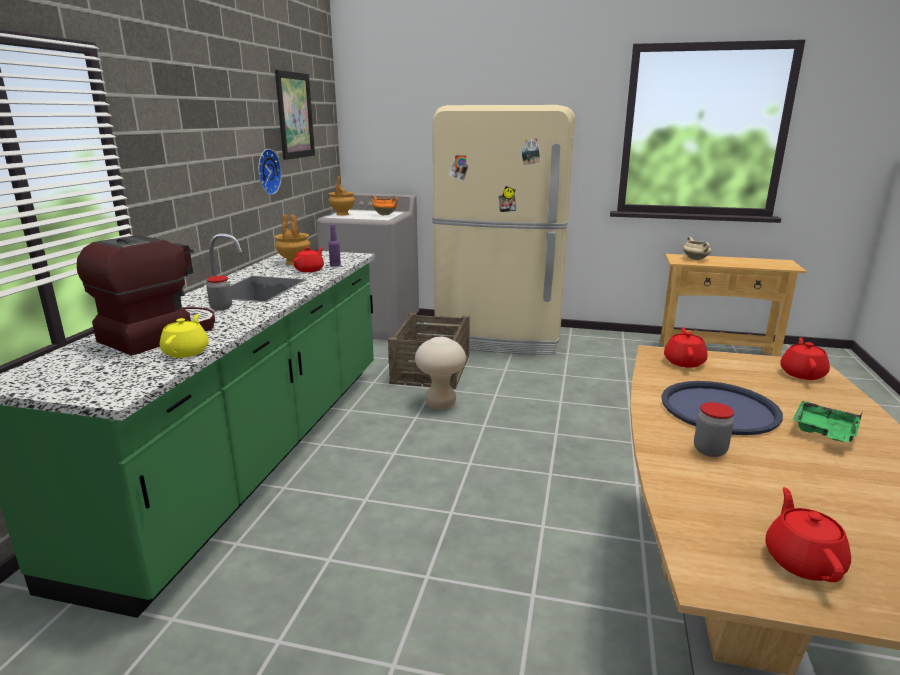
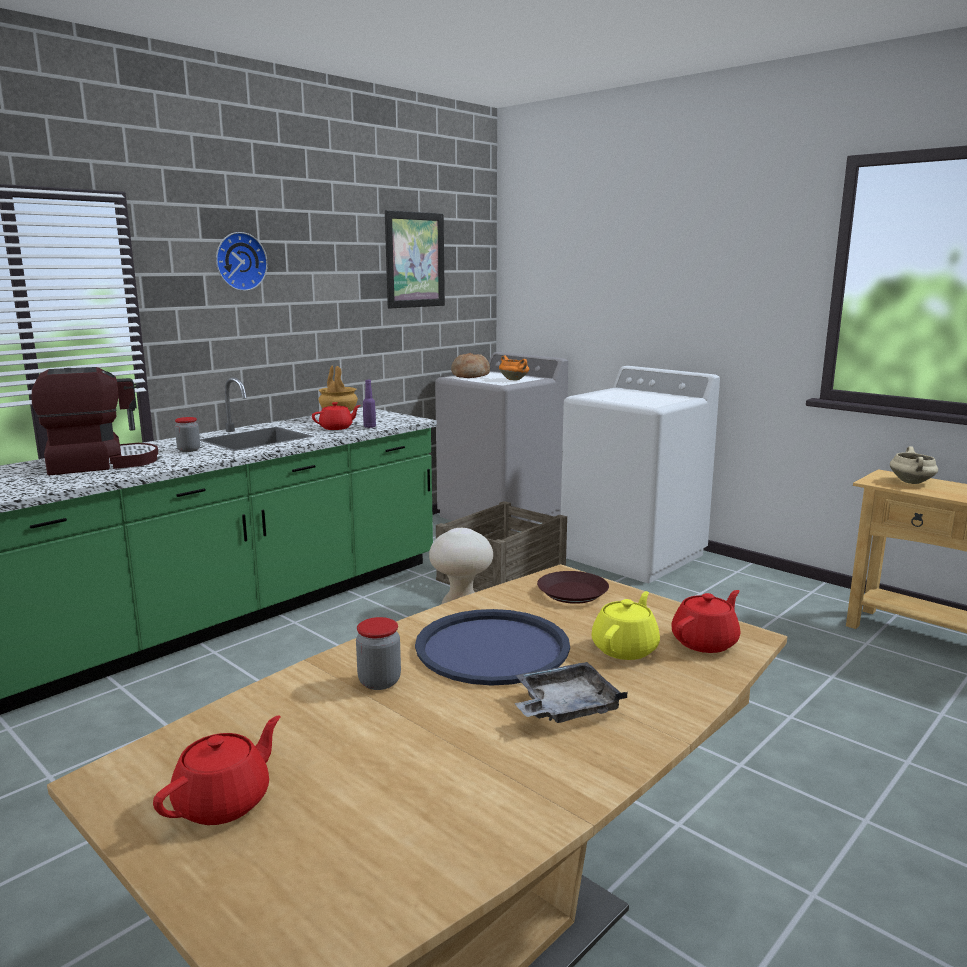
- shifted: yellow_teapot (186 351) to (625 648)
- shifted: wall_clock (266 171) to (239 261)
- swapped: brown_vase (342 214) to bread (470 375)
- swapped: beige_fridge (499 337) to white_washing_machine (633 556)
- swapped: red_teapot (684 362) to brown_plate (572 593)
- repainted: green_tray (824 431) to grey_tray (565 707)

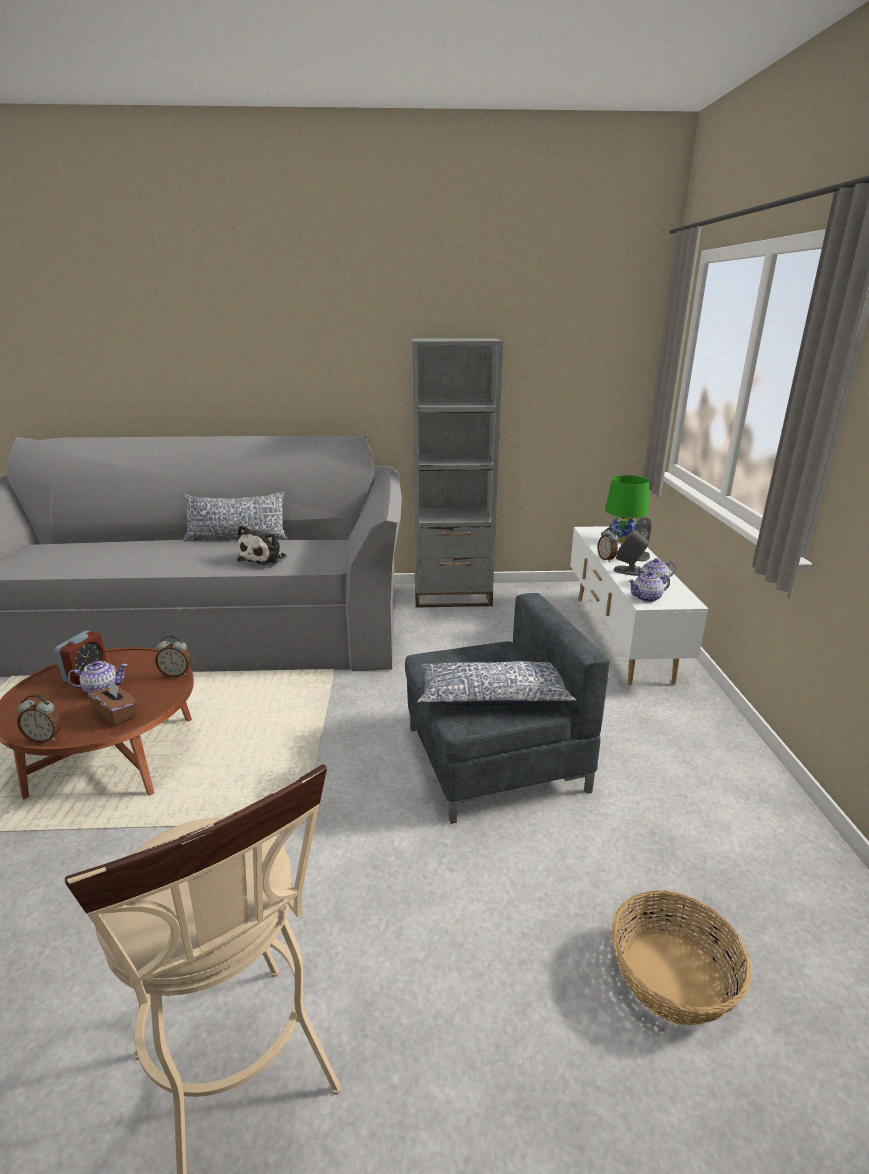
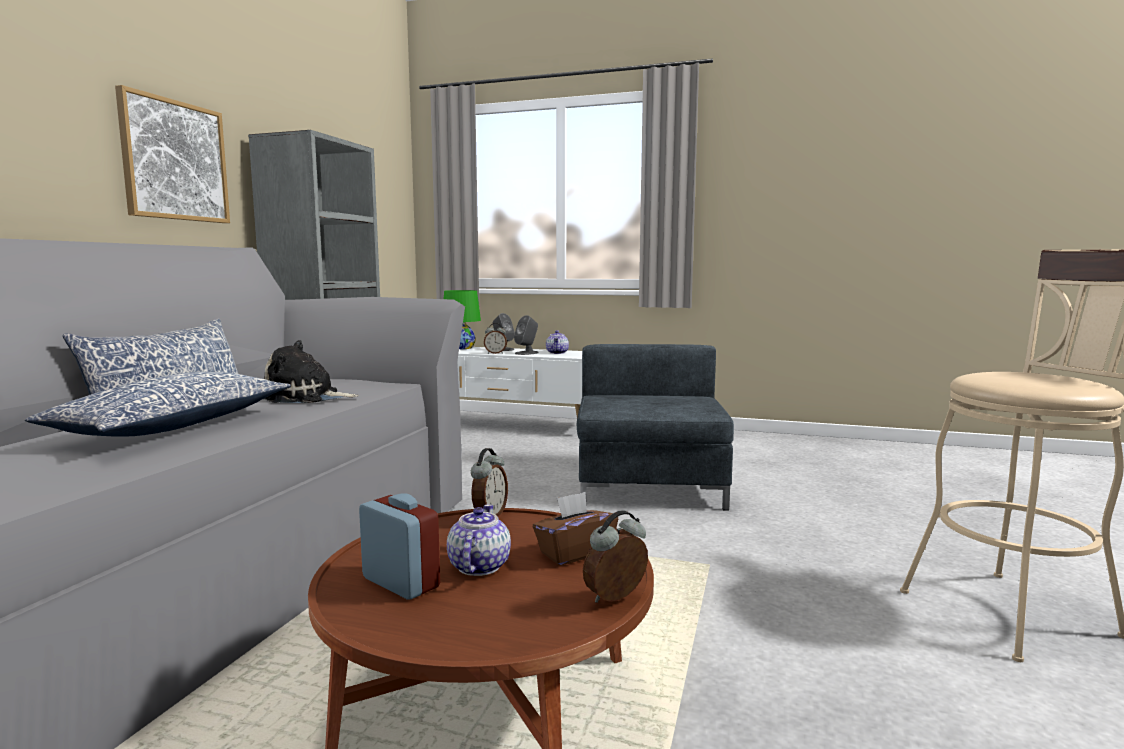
- gone: basket (672 976)
- gone: teapot (647 598)
- new: picture (174 161)
- shifted: pillow (492 696) to (174 426)
- rotated: alarm_clock (45 738) = (617 598) 150 degrees counterclockwise
- rotated: plush_toy (265 558) = (306 397) 135 degrees clockwise

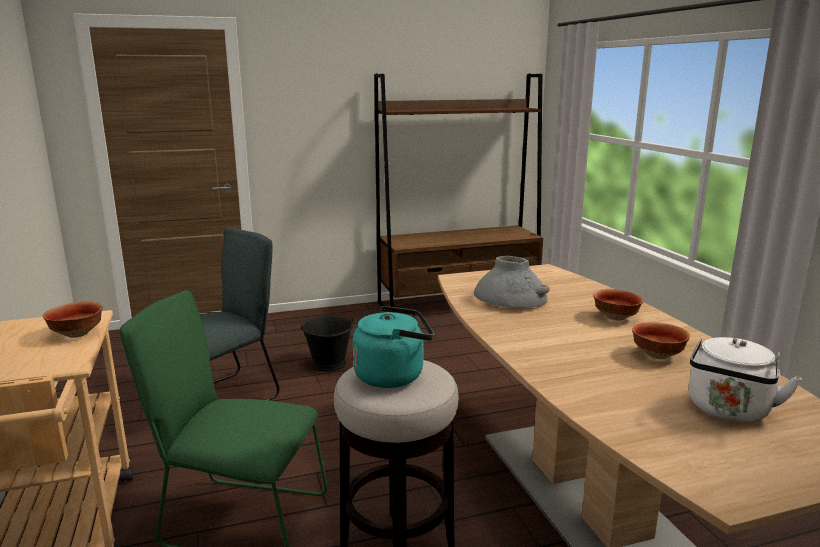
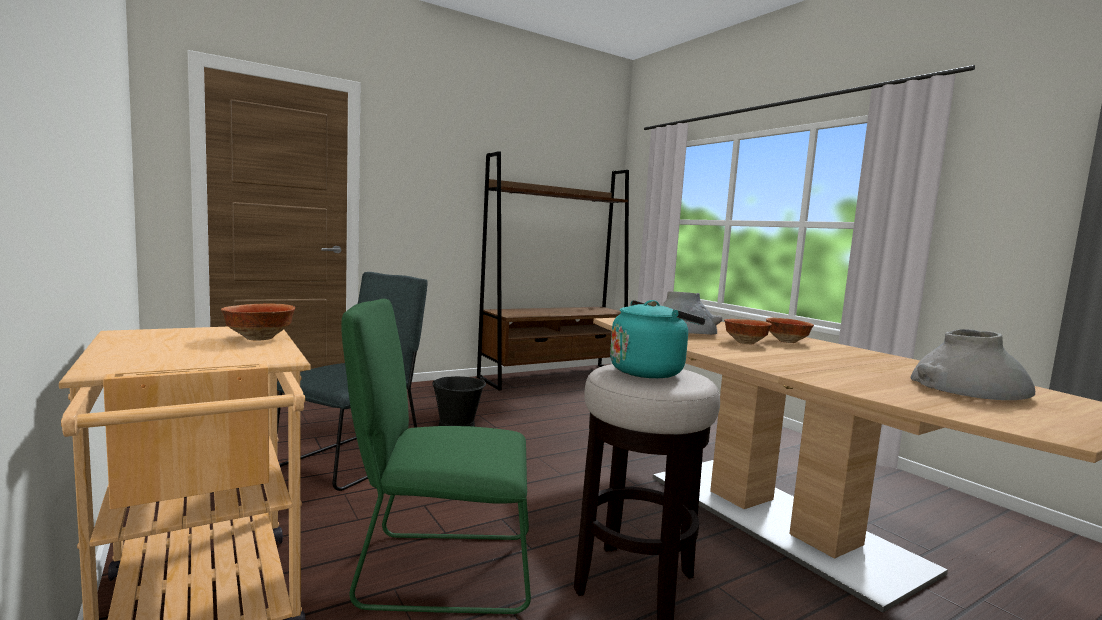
- shifted: bowl (656 355) to (744 342)
- swapped: white_kettle (728 411) to grey_vase (968 389)

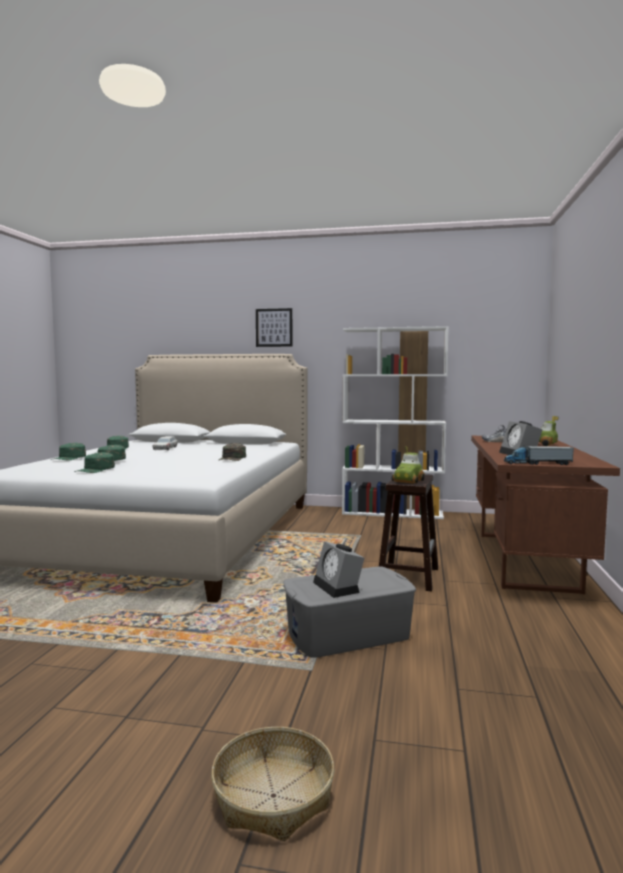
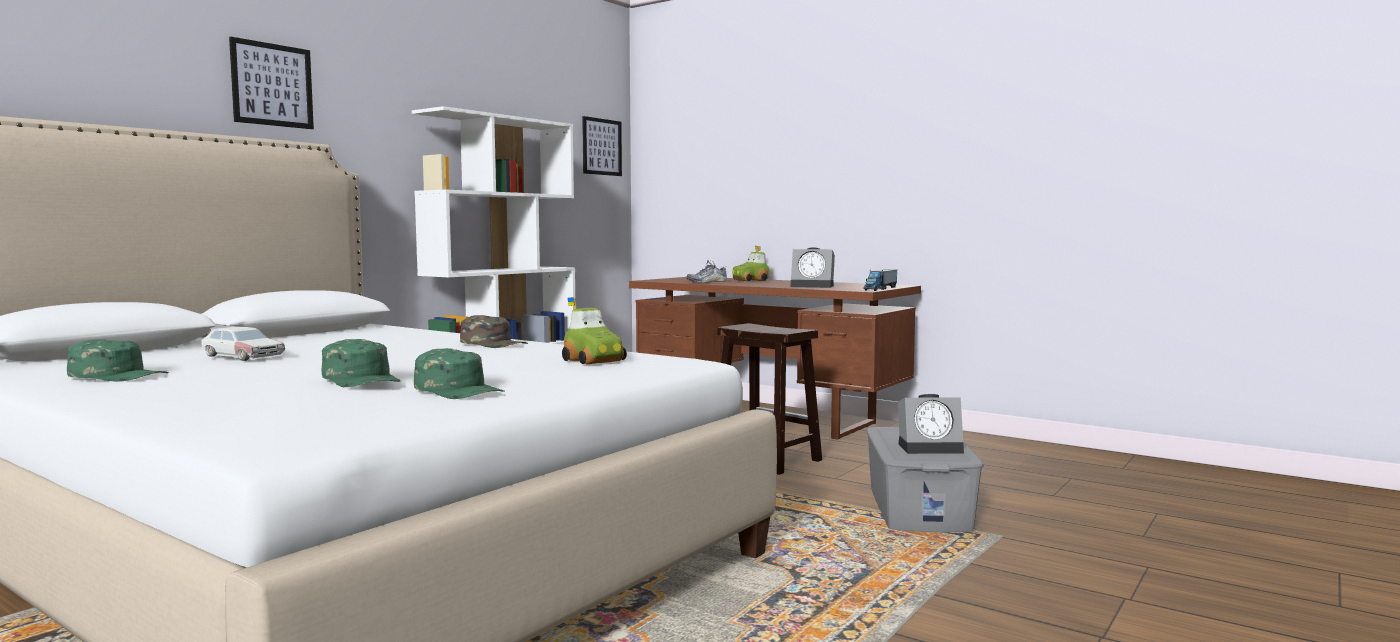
- gone: green_cap (69 458)
- gone: basket (273 796)
- new: picture (601 147)
- shifted: toy_car (408 481) to (595 360)

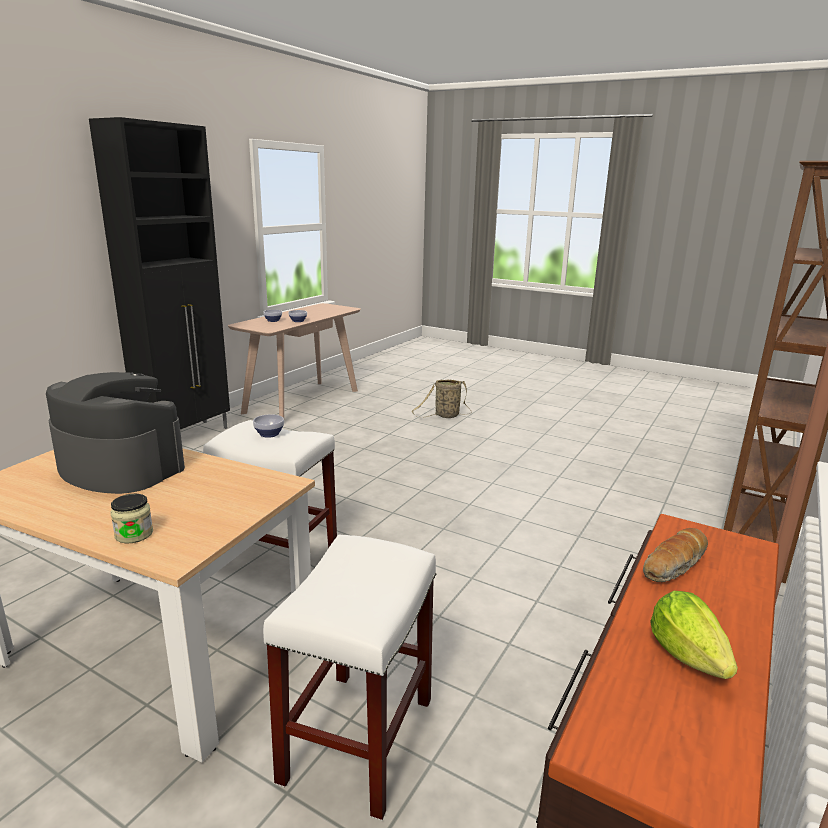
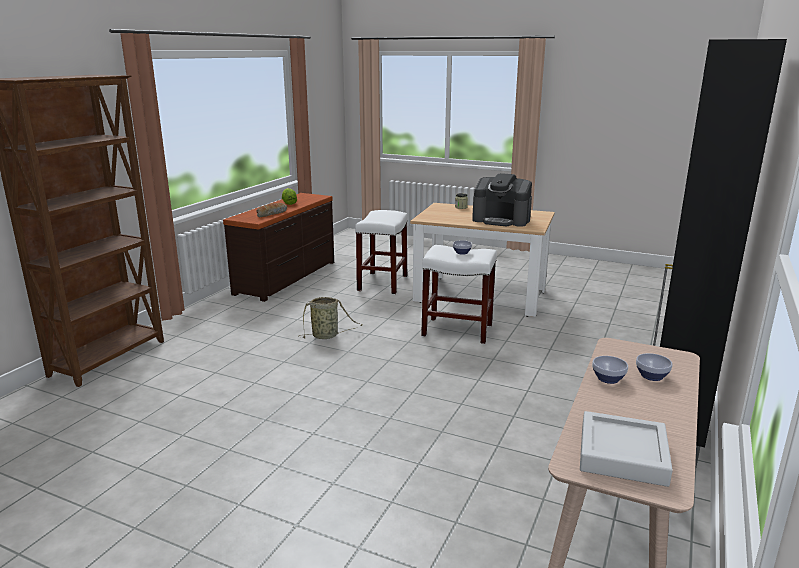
- new: grey_tray (622 454)
- shifted: basket (445 416) to (327 336)

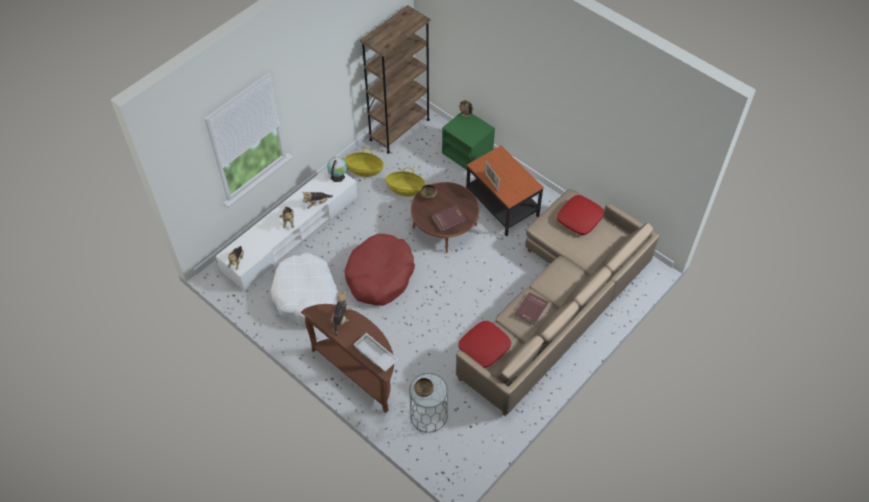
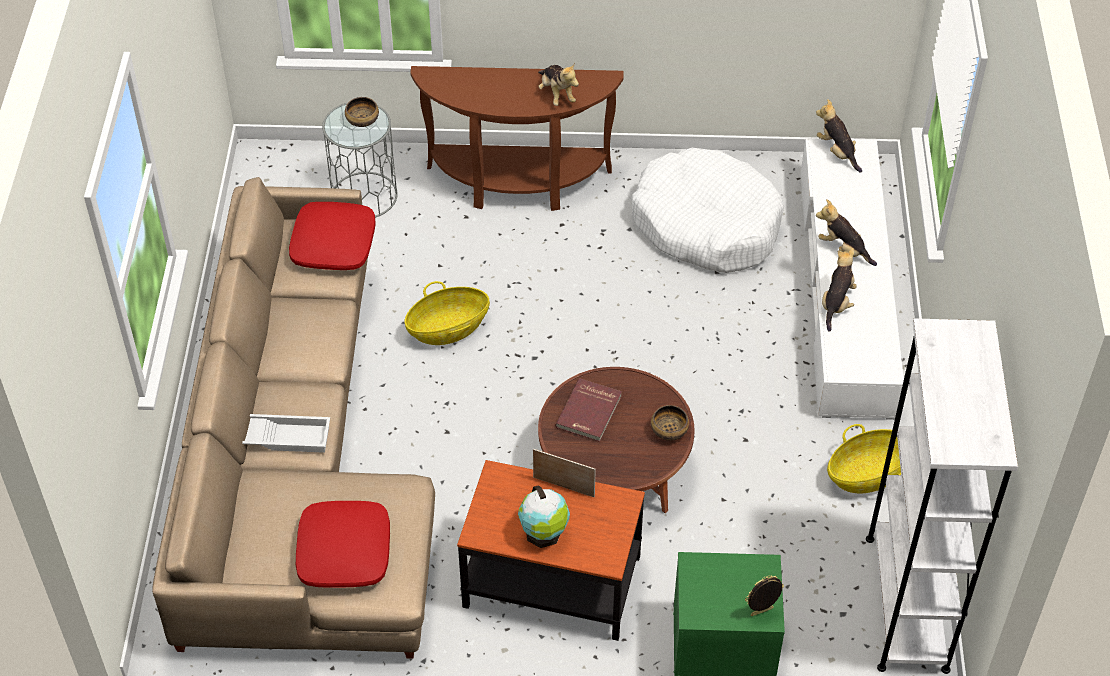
- gone: red_dog_bed (380 275)
- gone: red_book (532 309)
- shifted: globe (338 176) to (544 534)
- shifted: white_tray (375 355) to (285 436)
- shifted: basket (405 189) to (448 328)
- repainted: brown_bookcase (399 129) to white_bookcase (906 602)

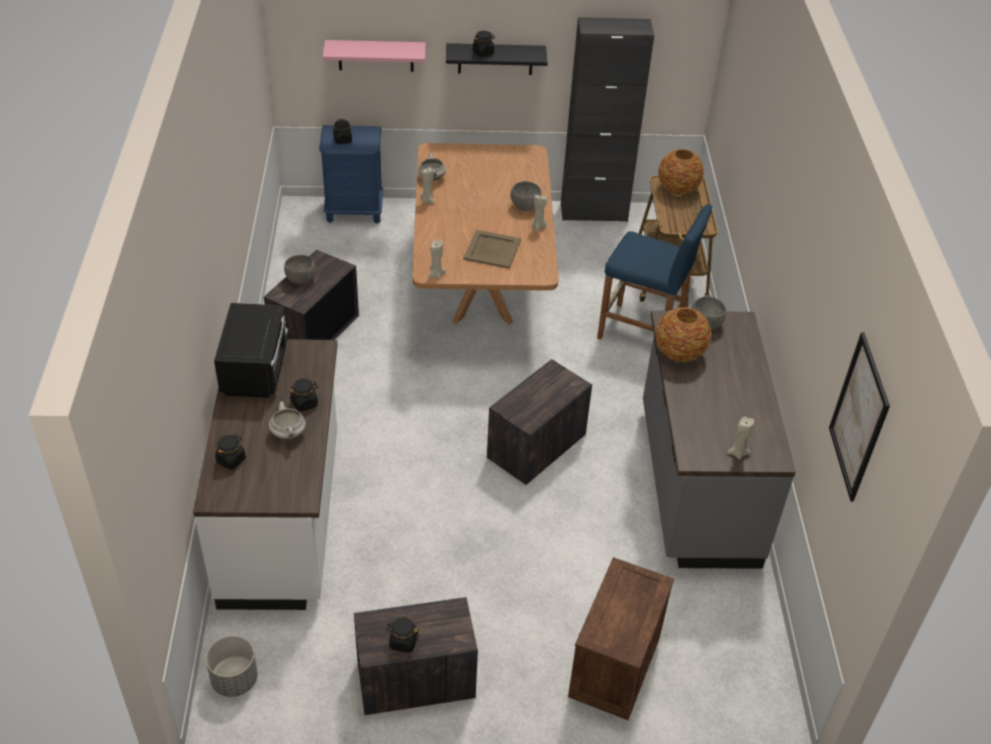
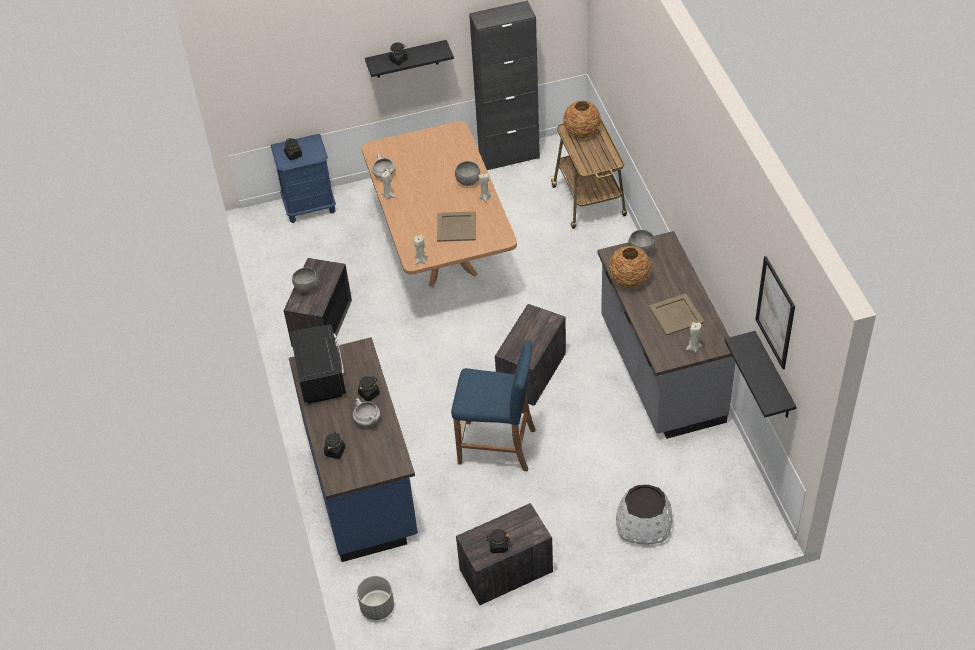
- gone: pink_shelf (376 55)
- new: beige_tray (676 315)
- new: black_shelf (773 378)
- shifted: blue_stool (642 332) to (496 446)
- swapped: crate (615 668) to white_planter (643 523)
- repainted: white_counter (283 519) to blue_counter (362 482)

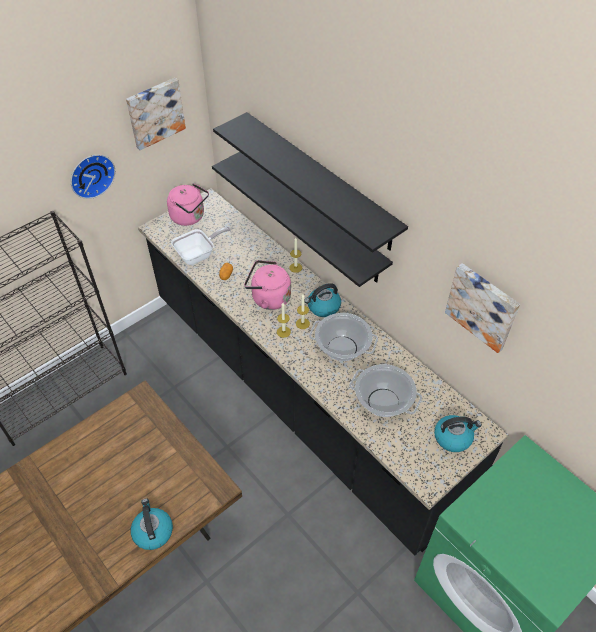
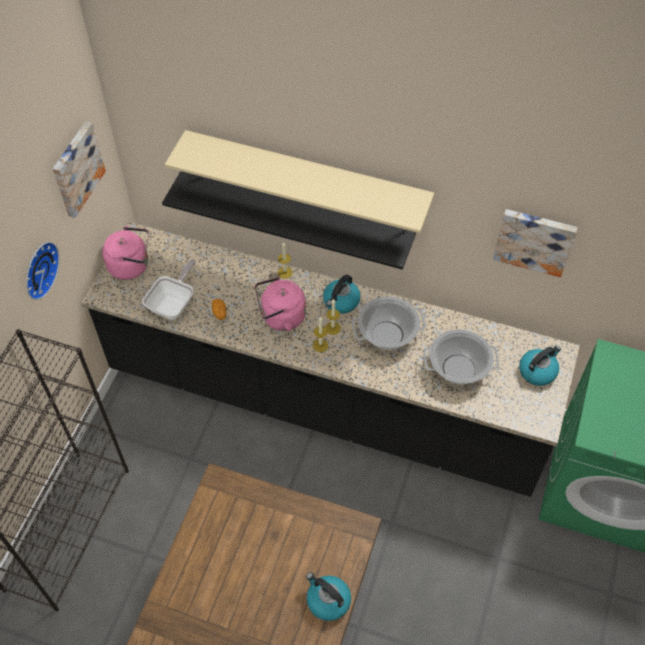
- repainted: black_shelf (320 181) to beige_shelf (306 176)

